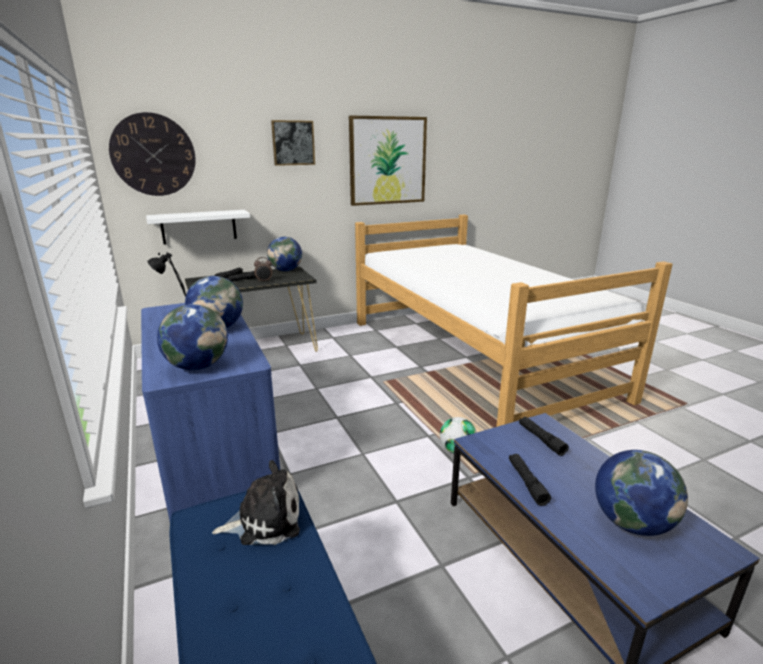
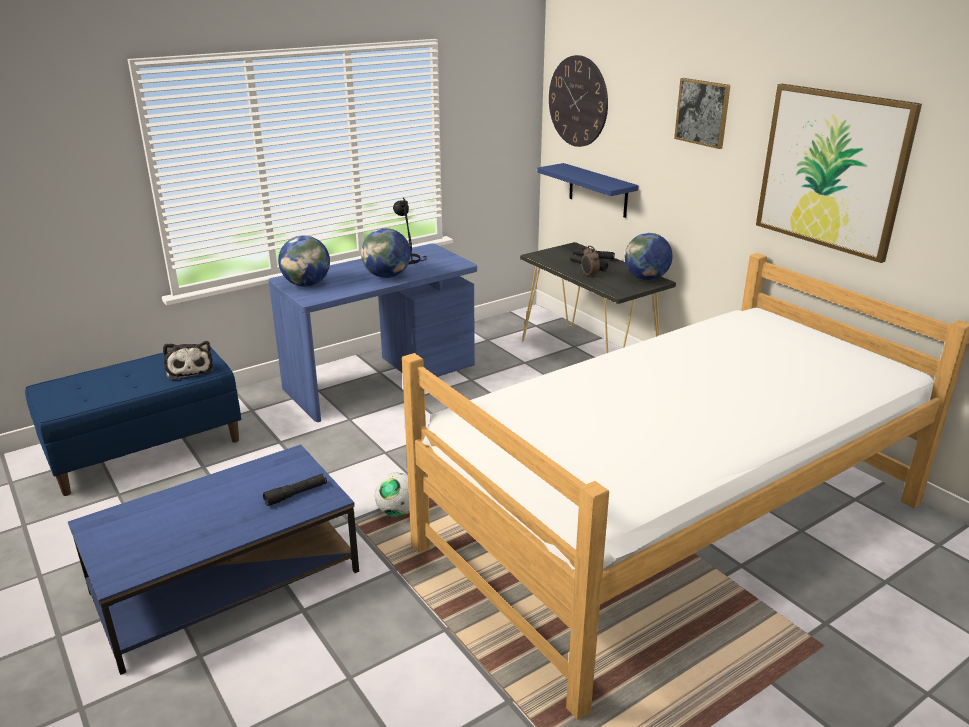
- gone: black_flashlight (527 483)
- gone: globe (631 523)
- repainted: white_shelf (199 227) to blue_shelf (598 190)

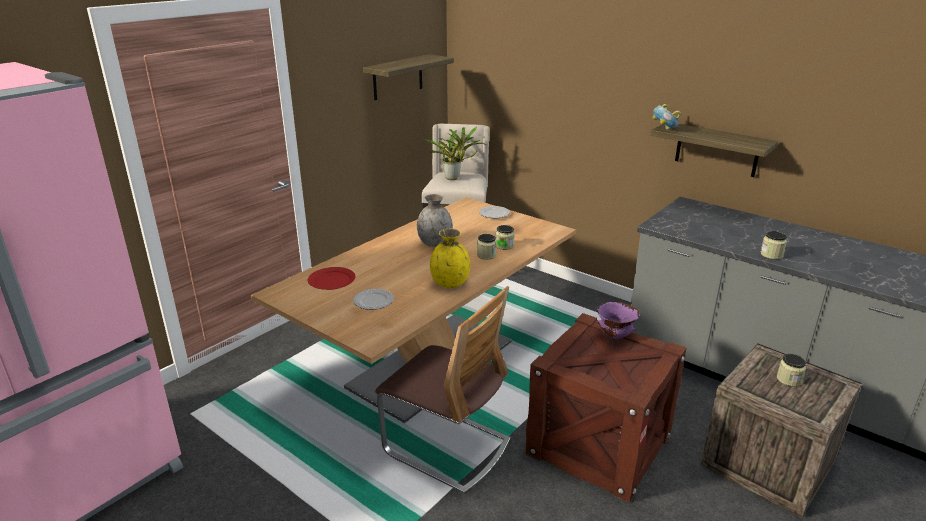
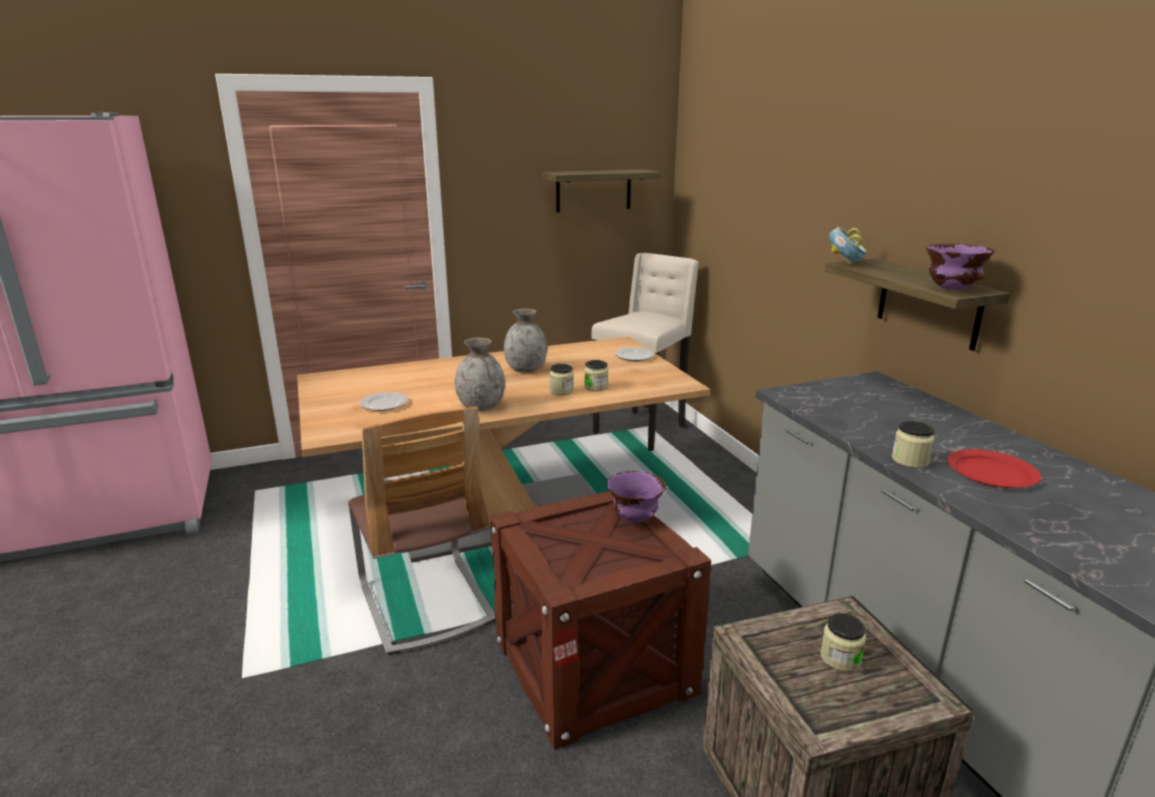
- gone: potted_plant (454 178)
- new: purple_bowl (950 290)
- shifted: red_plate (331 281) to (991 473)
- repainted: yellow_vase (450 283) to grey_vase (481 407)

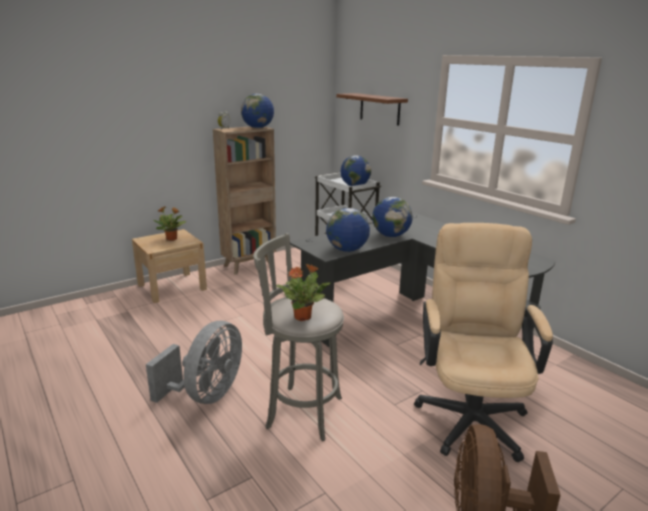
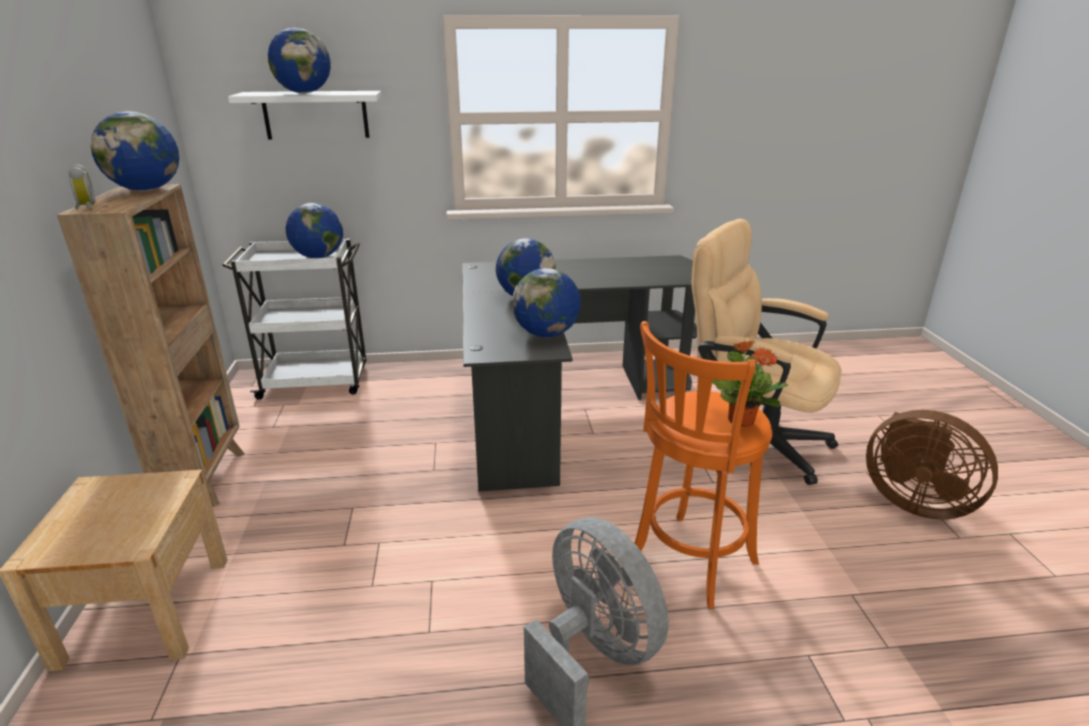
- gone: potted_plant (172 239)
- new: globe (304 93)
- repainted: grey_stool (300 411) to orange_stool (689 563)
- repainted: brown_shelf (379 109) to white_shelf (315 115)

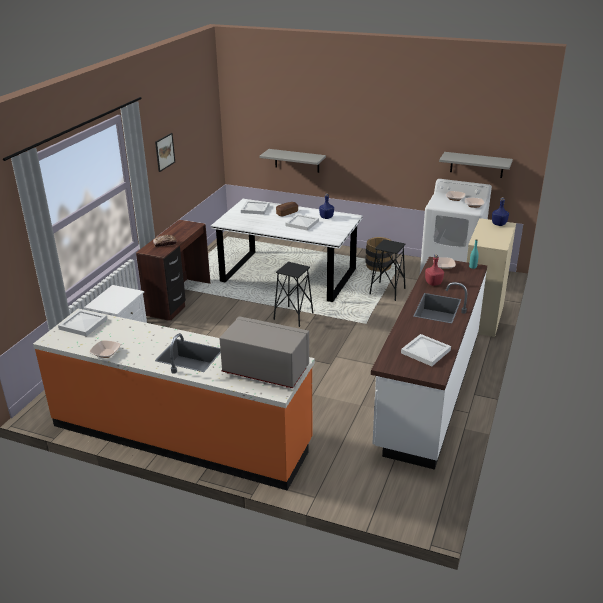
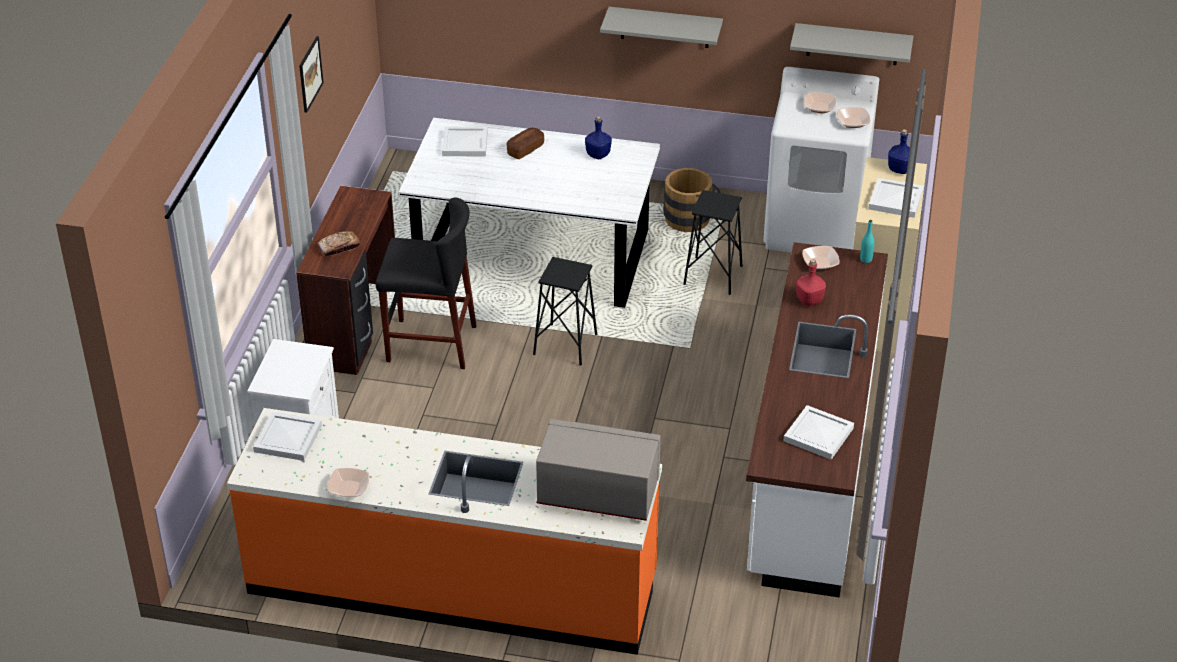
- new: black_stool (431 343)
- shifted: grey_shelf (297 160) to (665 27)
- shifted: white_tray (301 223) to (894 200)

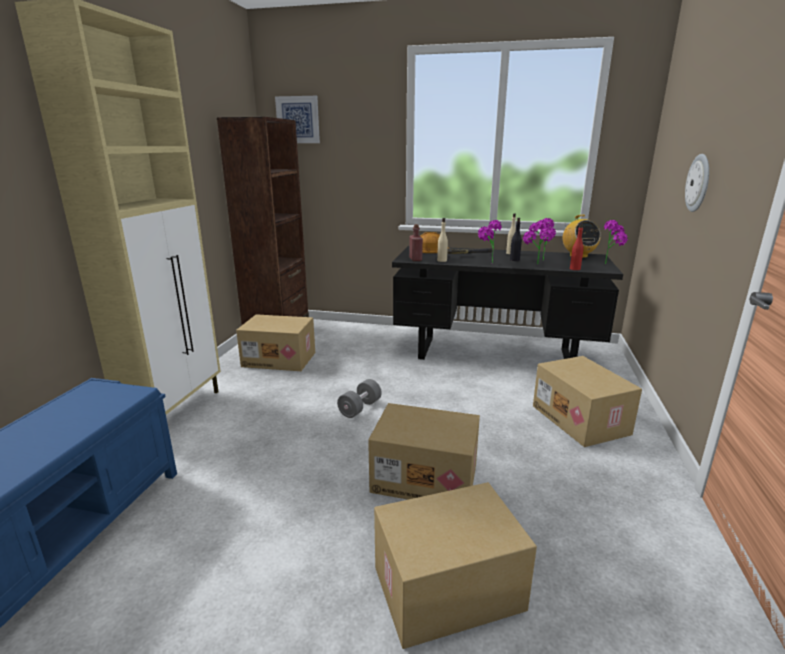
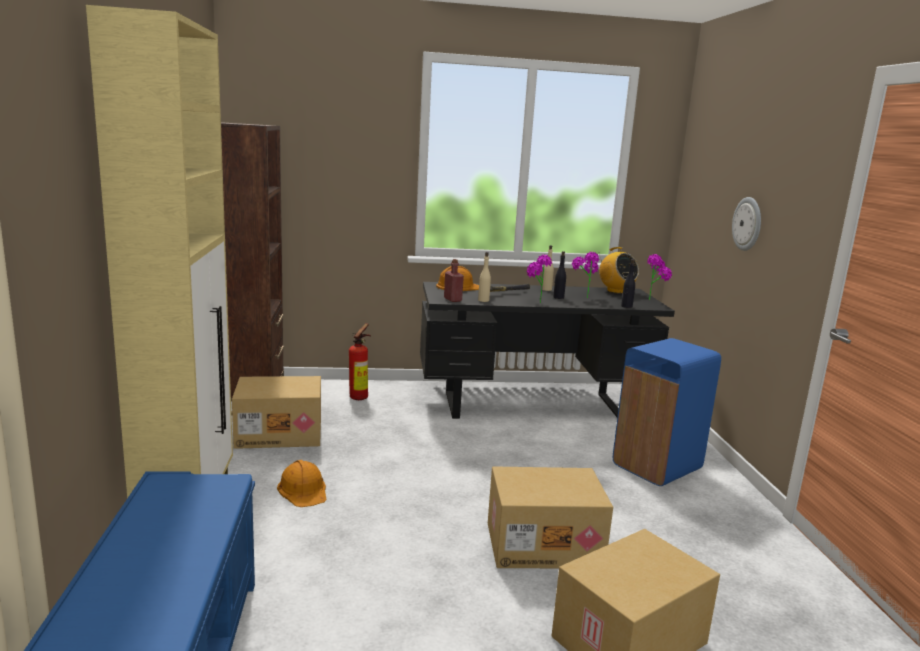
- gone: picture (298 120)
- gone: grey_dumbbell (360 408)
- gone: potted_plant (536 265)
- new: orange_hard_hat (303 490)
- new: fire_extinguisher (360 397)
- swapped: cardboard_box (581 420) to blue_trash_can (658 467)
- repainted: red_bottle (574 269) to black_bottle (626 306)

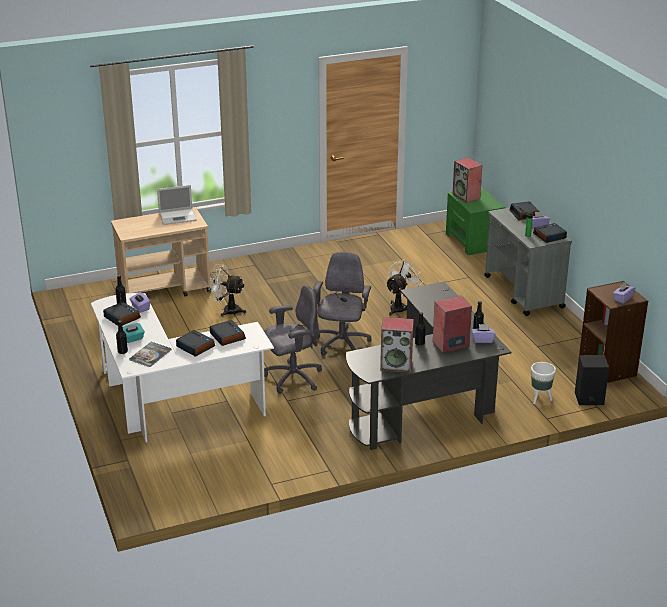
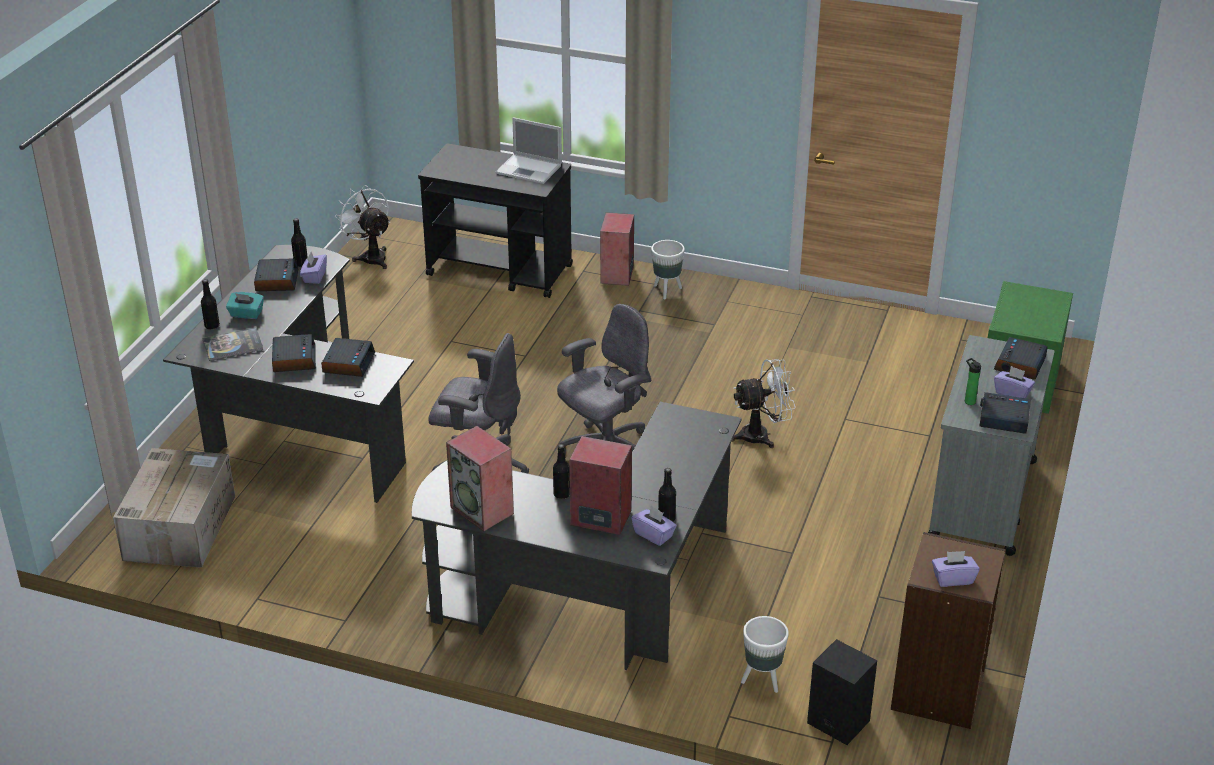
- new: cardboard_box (180 526)
- new: white_planter (666 291)
- shifted: white_fan (227 310) to (370 256)
- shifted: speaker (466 196) to (617 275)
- repainted: white_desk (168 403) to black_desk (297 426)
- repainted: beige_cart (165 289) to black_cart (500 271)

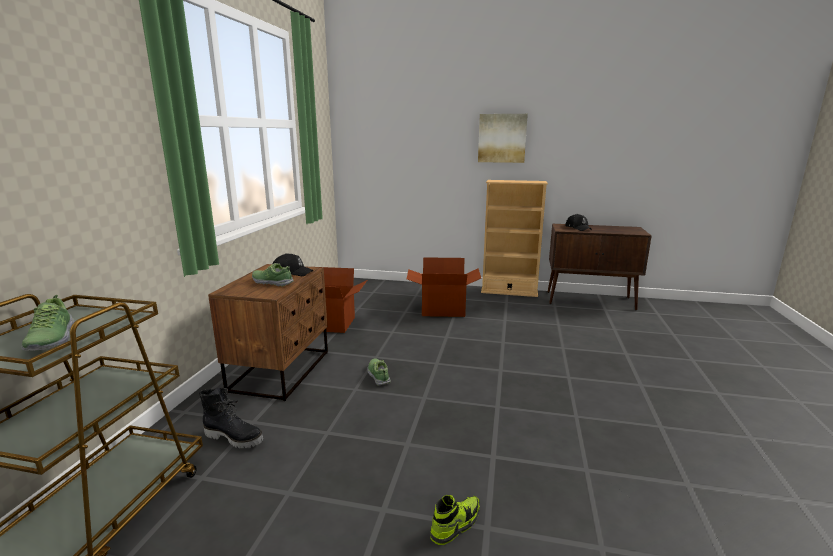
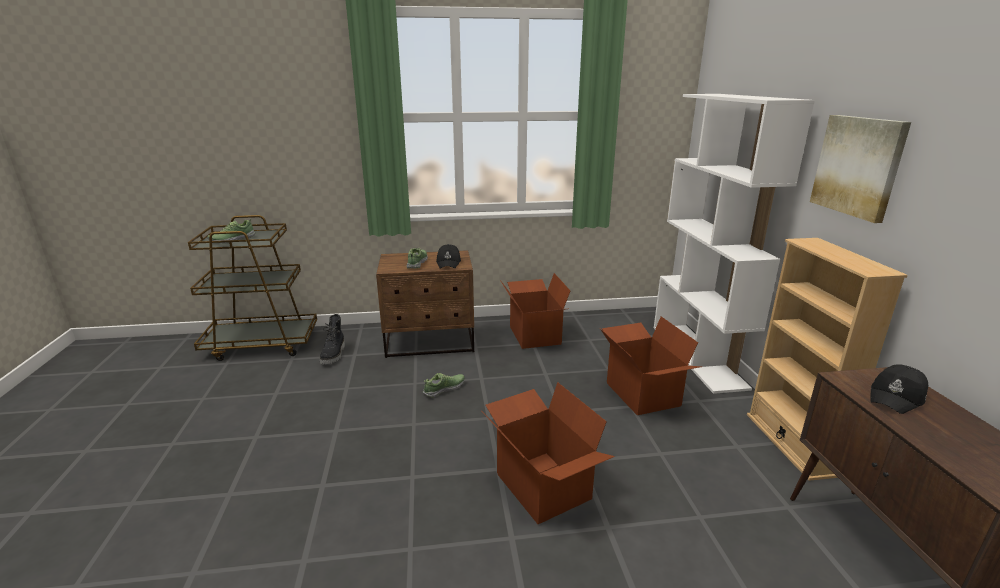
- gone: shoe (455 524)
- new: cardboard_box (541 487)
- new: white_bookcase (698 356)

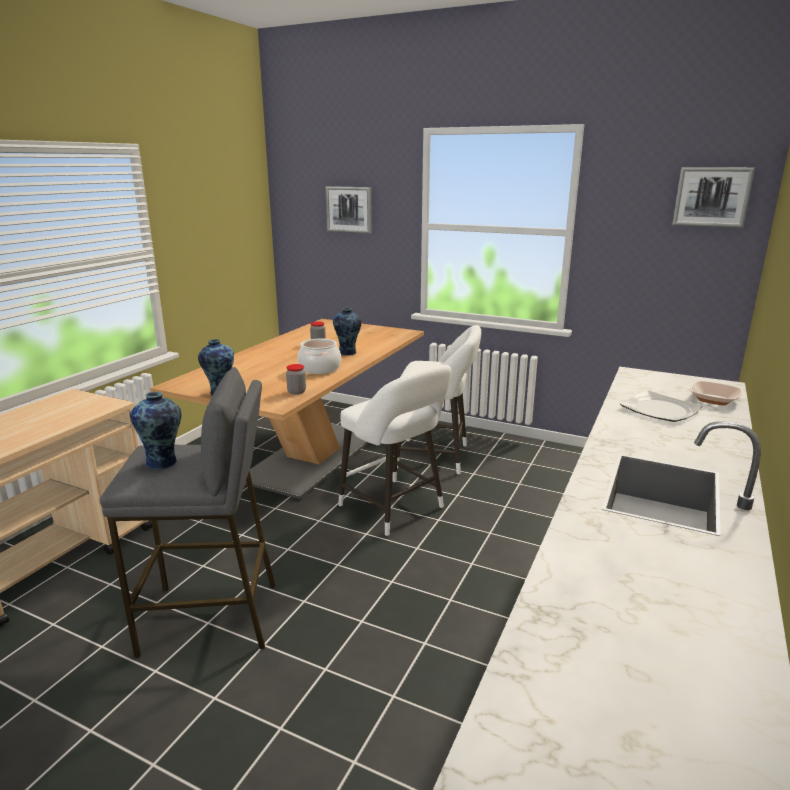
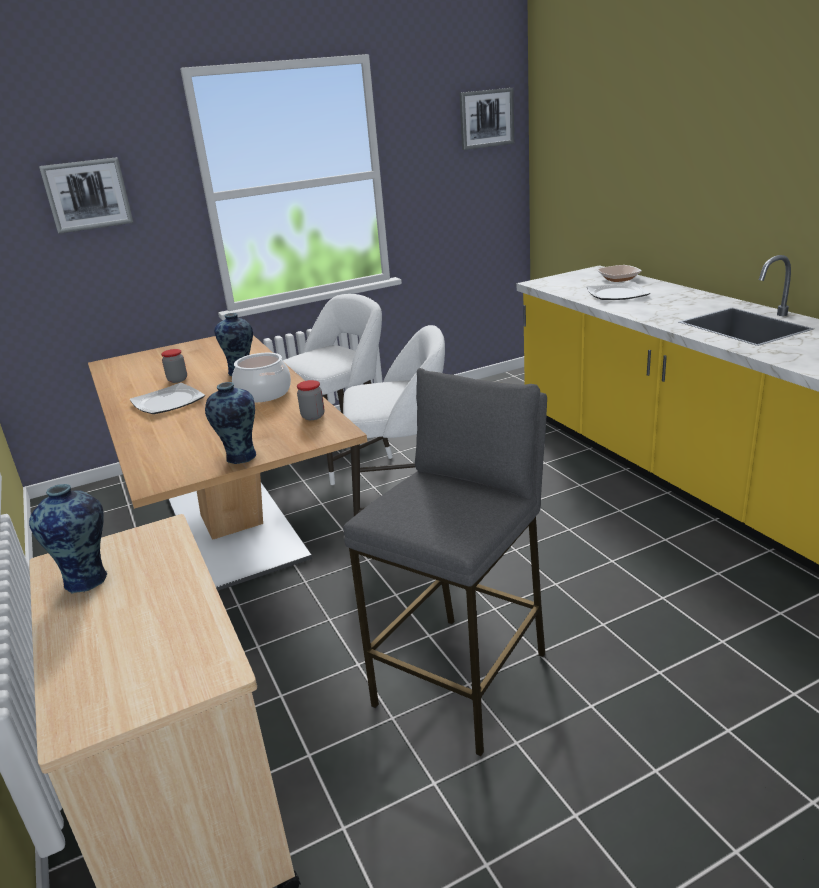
- new: plate (168 402)
- shifted: vase (163 463) to (88 579)

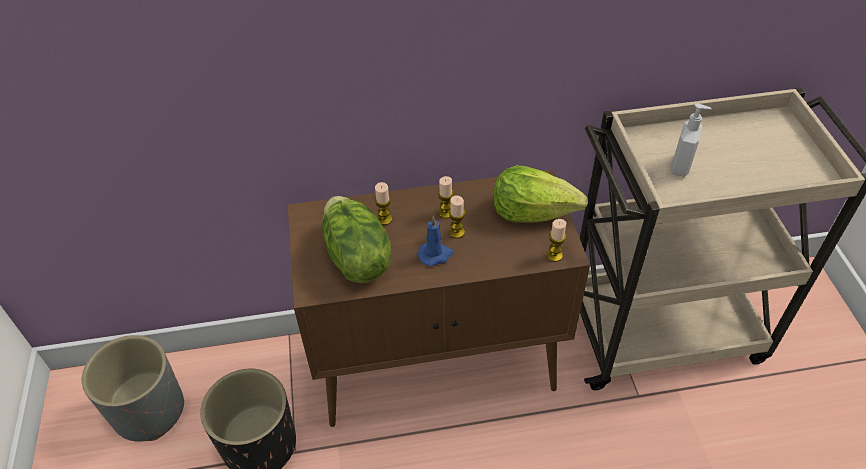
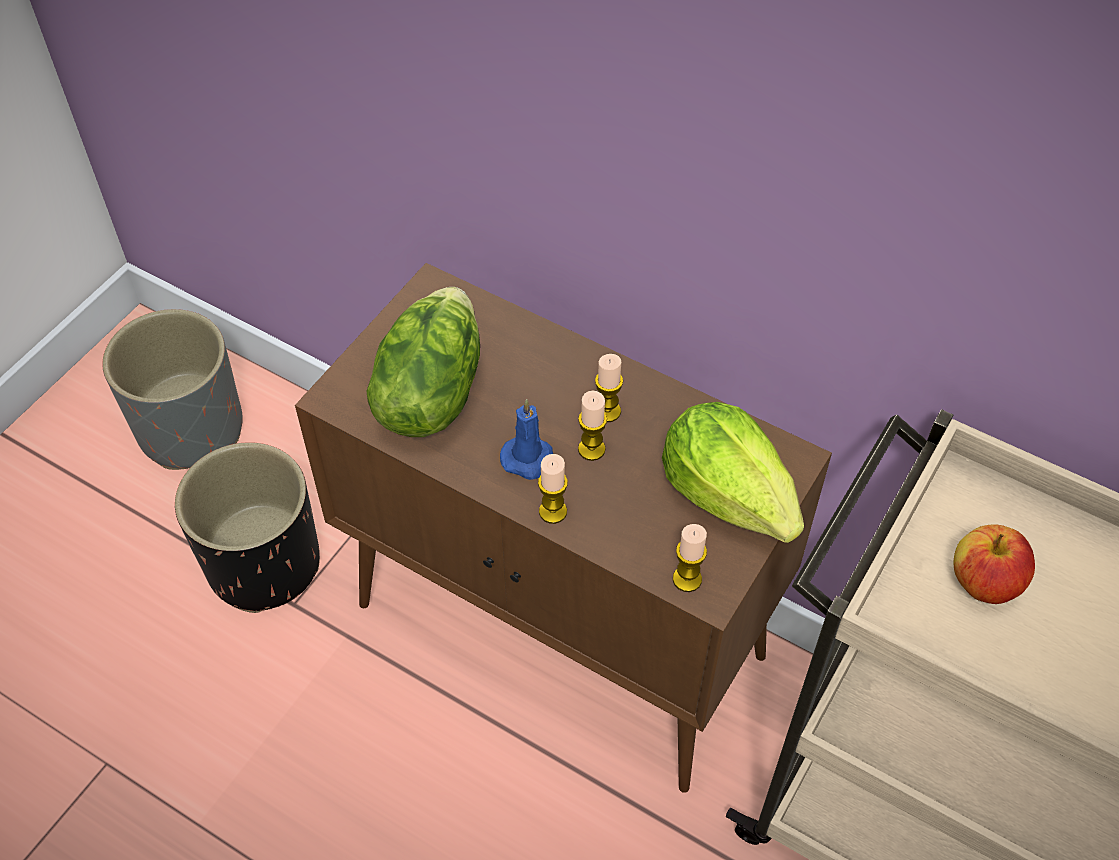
- shifted: candle (384 219) to (553 511)
- swapped: soap_dispenser (681 166) to apple (984 583)

